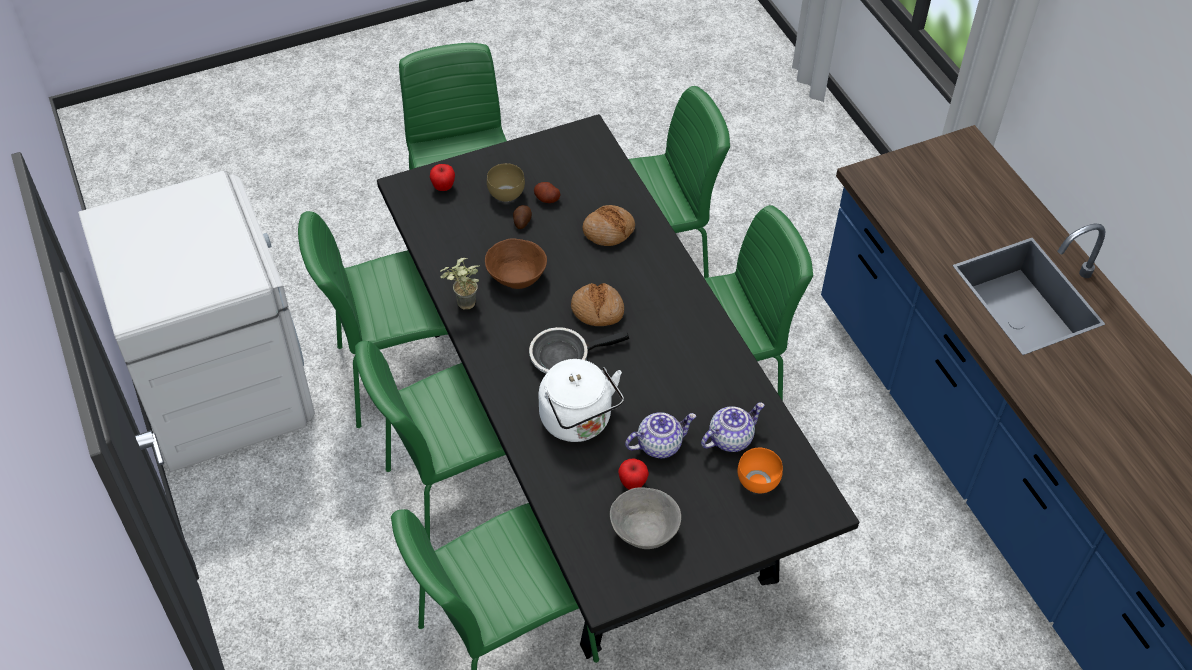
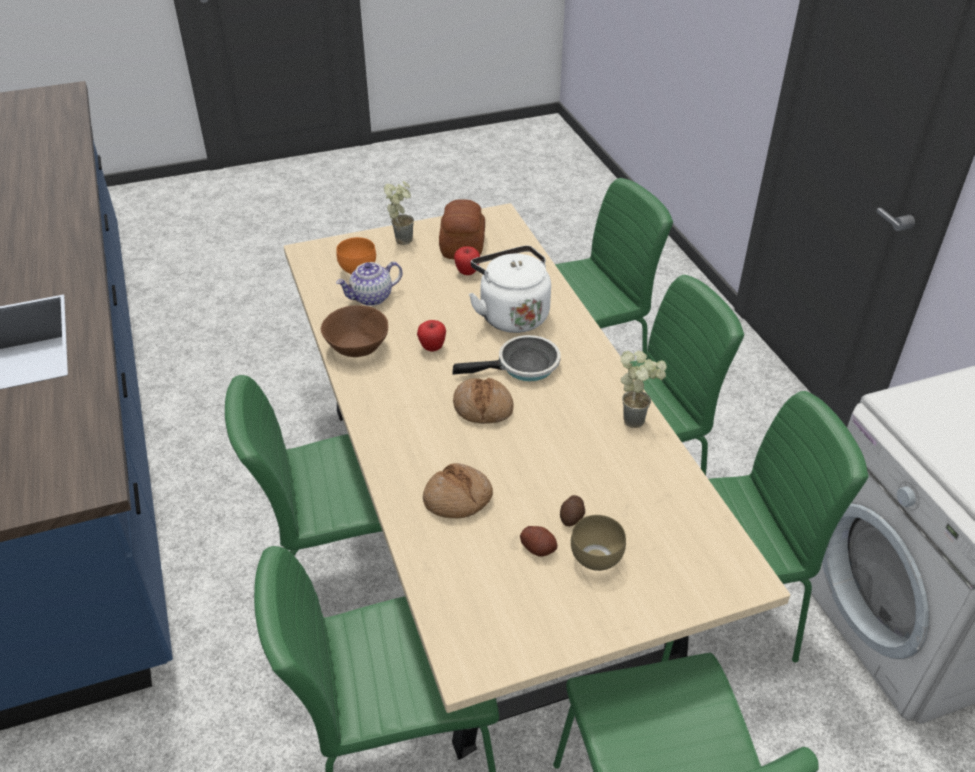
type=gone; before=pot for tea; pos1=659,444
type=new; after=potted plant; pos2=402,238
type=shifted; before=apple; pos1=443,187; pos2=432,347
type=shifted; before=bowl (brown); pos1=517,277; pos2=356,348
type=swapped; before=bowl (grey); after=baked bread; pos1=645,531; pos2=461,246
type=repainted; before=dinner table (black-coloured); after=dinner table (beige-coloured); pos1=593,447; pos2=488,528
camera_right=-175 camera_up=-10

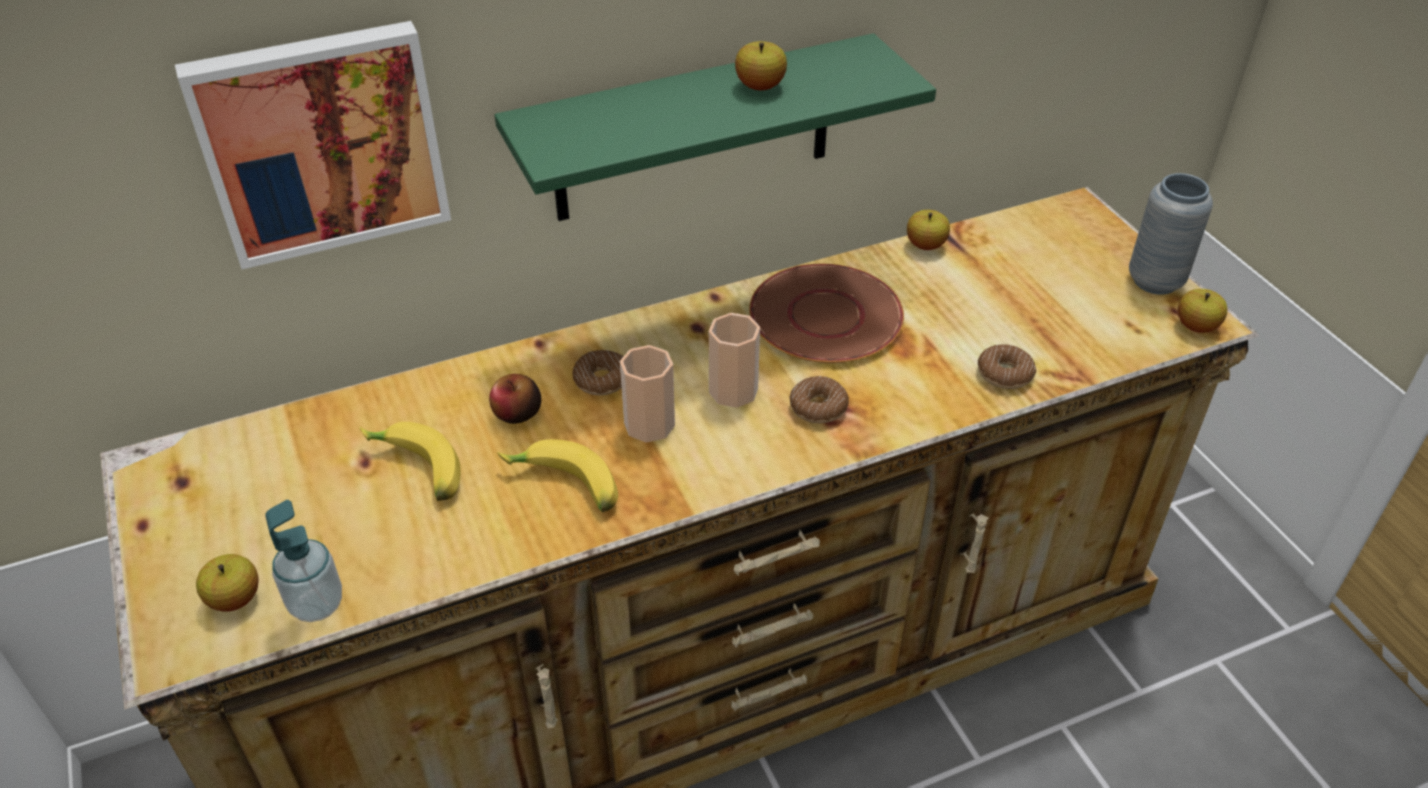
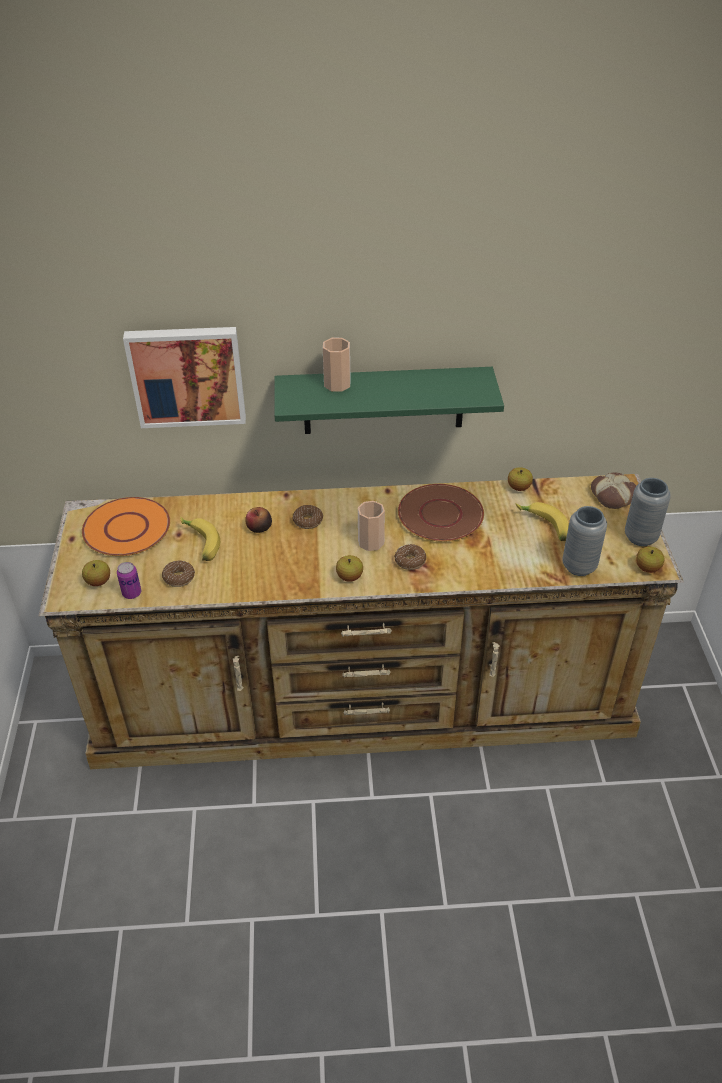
type=new; after=flat dish (orange); pos2=126,528
type=new; after=flower vase (grey); pos2=579,566
type=new; after=baked bread; pos2=614,495
type=shifted; before=banana fruit; pos1=563,487; pos2=543,526
type=shifted; before=small cup; pos1=649,424; pos2=337,384
type=shifted; before=apple; pos1=760,86; pos2=349,577
type=shifted; before=doughnut; pos1=1004,374; pos2=179,577
type=swapped; before=soap dispenser; after=metal can; pos1=316,604; pos2=132,593
camera_right=20 camera_up=0

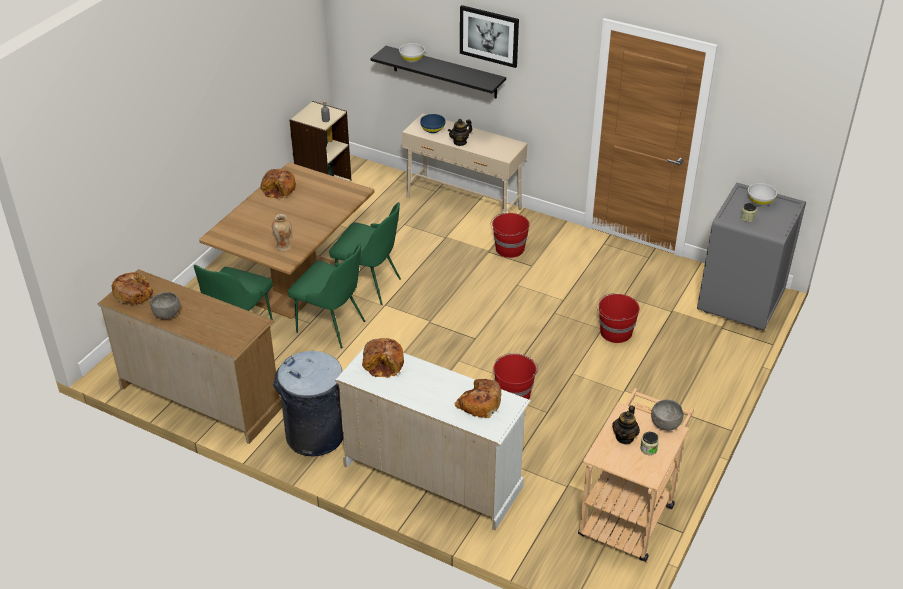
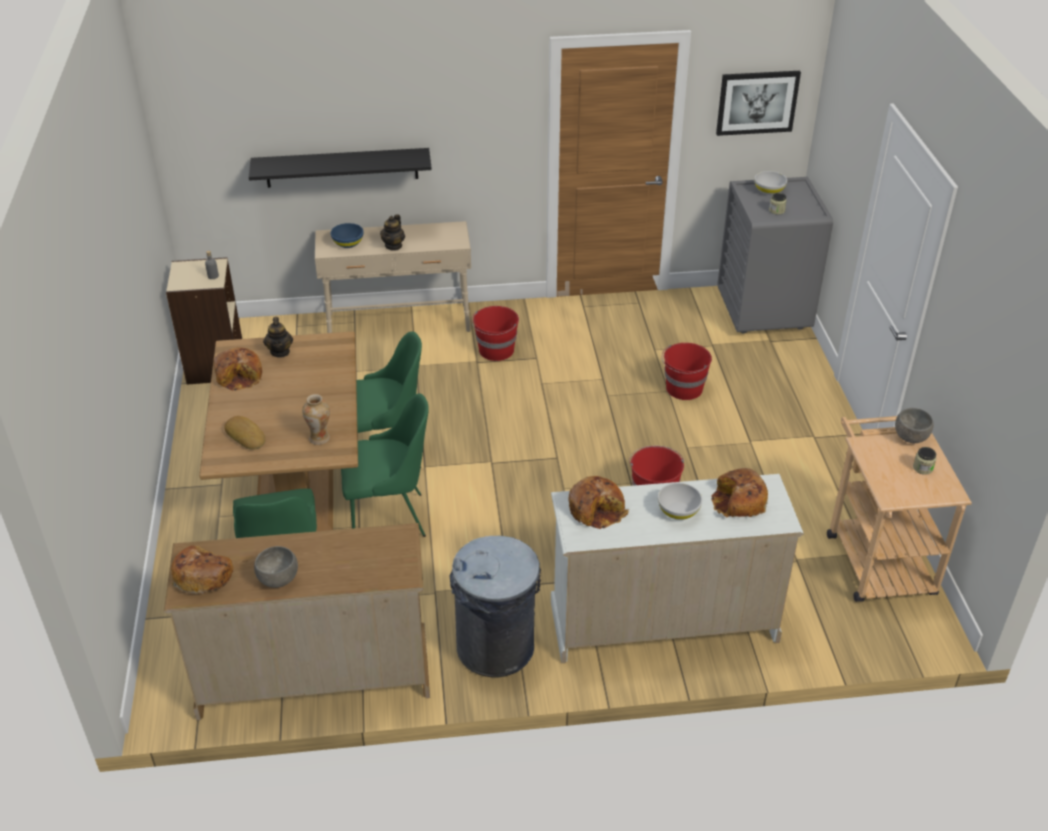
type=new; after=baked bread; pos2=246,435
type=shifted; before=bowl (white); pos1=412,59; pos2=678,511
type=shifted; before=wall picture; pos1=489,35; pos2=757,102
type=shifted; before=pot for tea; pos1=625,437; pos2=280,352
camera_right=-35 camera_up=0

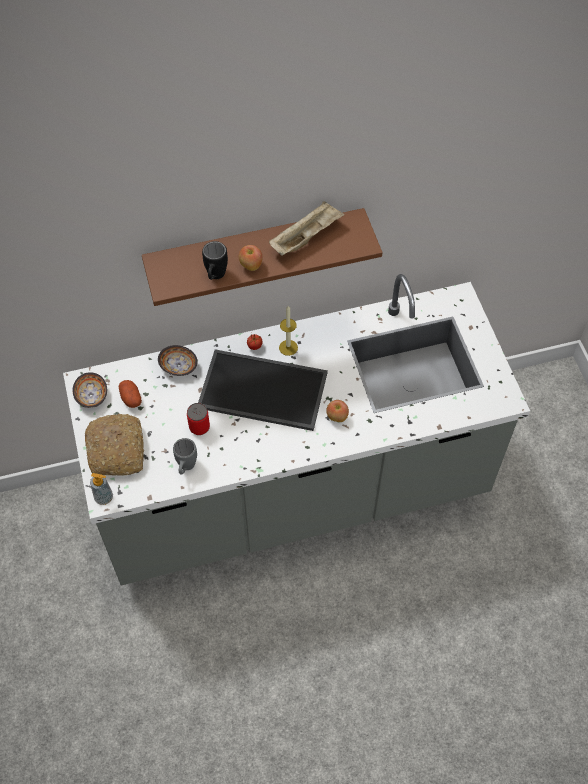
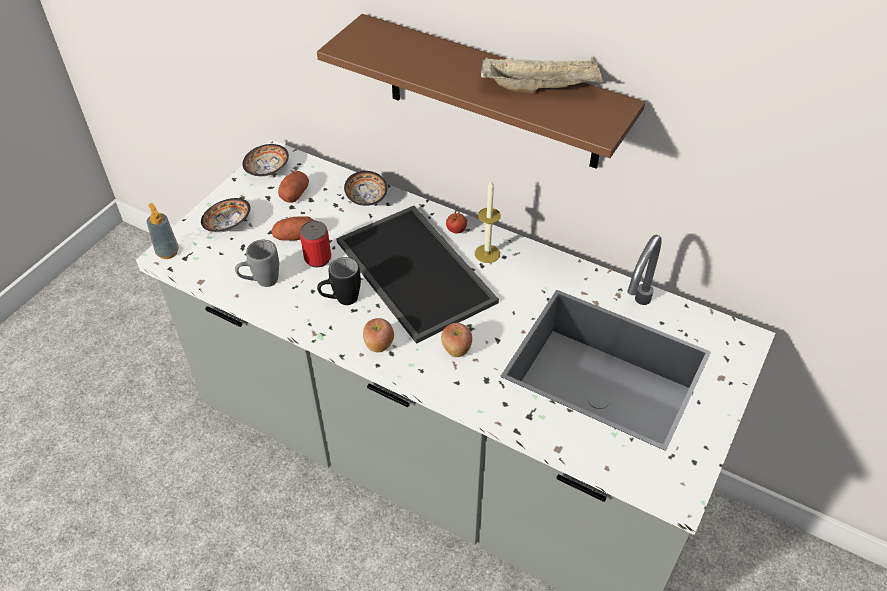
type=new; after=whole potato; pos2=294,236
type=shifted; before=coffee mug (black-coloured); pos1=215,277; pos2=341,300
type=shifted; before=apple; pos1=250,266; pos2=378,345
type=swapped; before=baked bread; after=bowl; pos1=117,450; pos2=228,225
camera_right=45 camera_up=-10

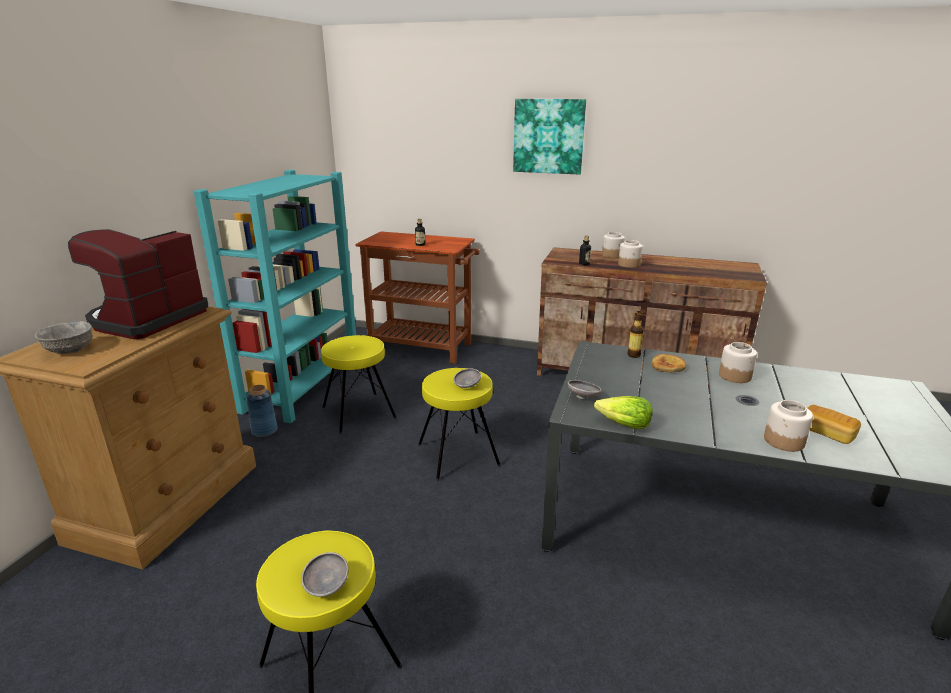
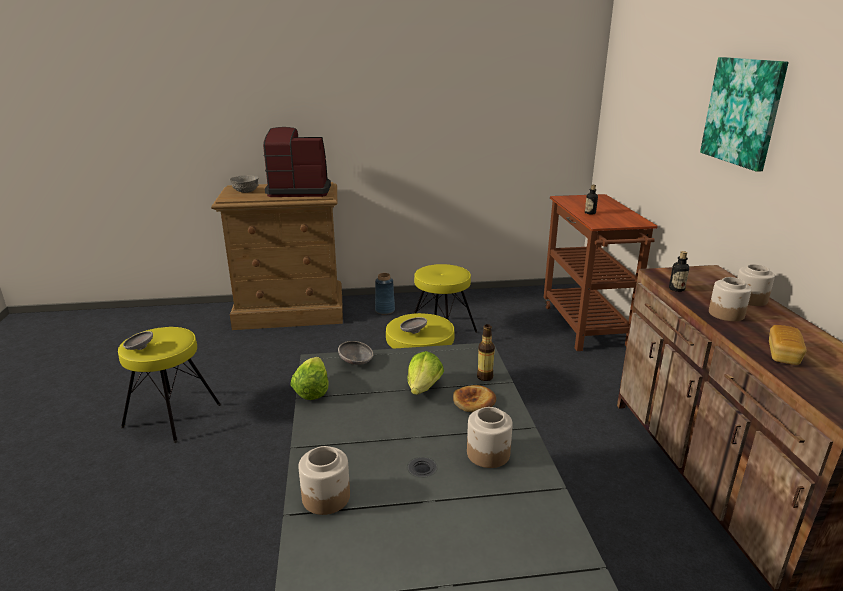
type=gone; before=bookshelf (turquoise); pos1=302,386
type=new; after=lettuce head; pos2=424,387
type=shifted; before=baked bread; pos1=827,433; pos2=783,355
camera_right=65 camera_up=0

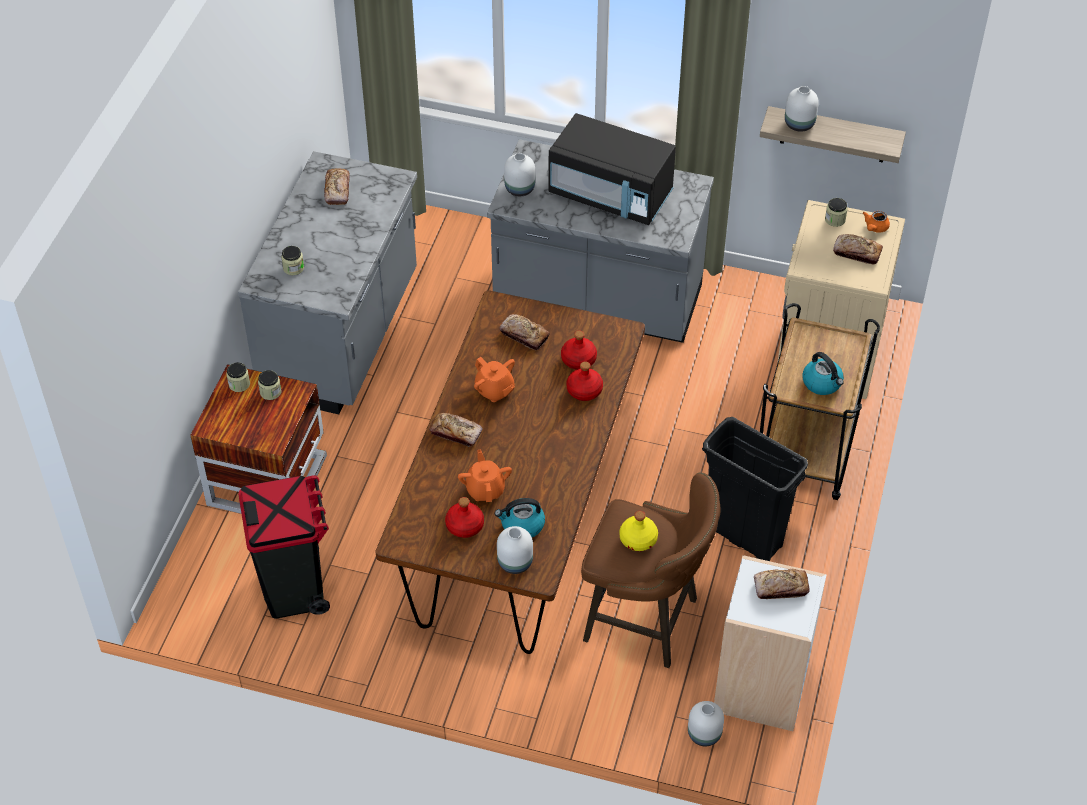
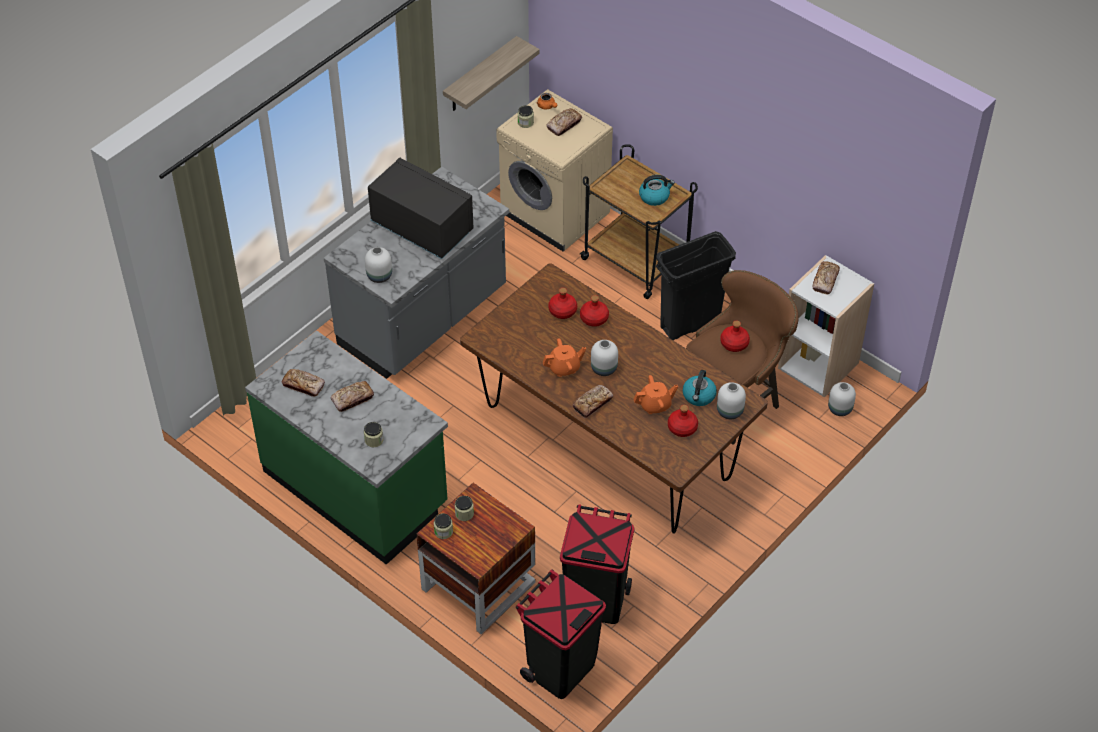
type=new; after=waste bin (black-coloured); pos2=560,669
type=shifted; before=baked bread; pos1=524,335; pos2=352,399
type=shifted; before=flower vase (white); pos1=799,123; pos2=603,368
type=repainted; before=counter (grey); after=counter (greenish); pos1=343,336; pos2=356,488
type=repainted; before=beverage bottle (yellow-coloured); after=beverage bottle (red-coloured); pos1=638,539; pos2=734,343
type=rotated; before=pot for tea (orange); pos1=485,489; pos2=655,405; turn=150
type=rotated; before=microwave (black-coloured); pos1=611,195; pos2=422,227; turn=-105
camera_right=-65 camera_up=0

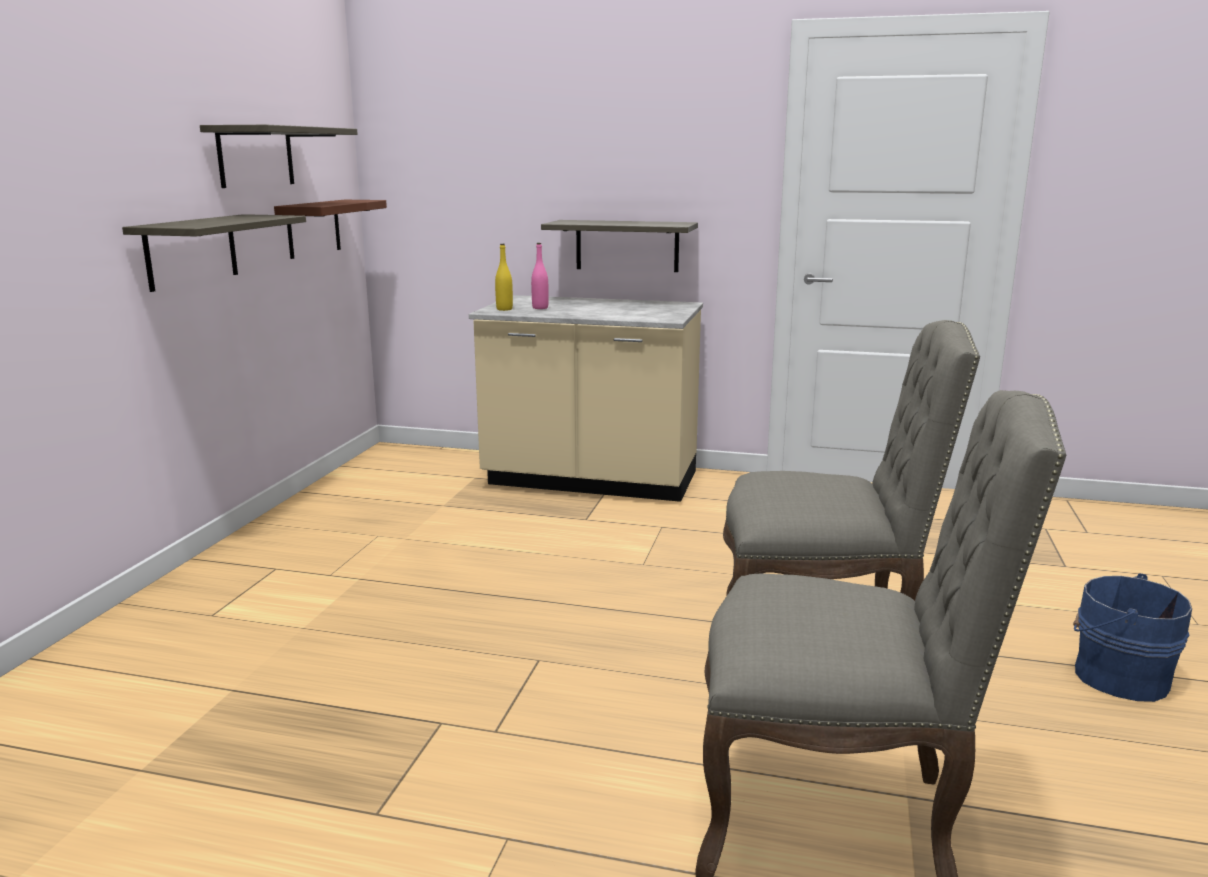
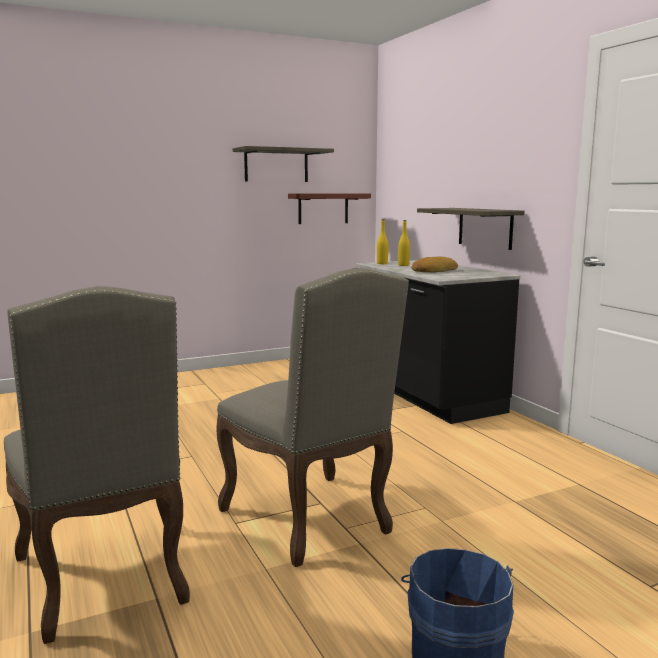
type=gone; before=wall shelf; pos1=191,251
type=new; after=baked bread; pos2=433,271
type=repainted; before=counter (beige-coloured); after=counter (black-coloured); pos1=590,481; pos2=427,397
type=repainted; before=beverage bottle (pink); after=beverage bottle (yellow-coloured); pos1=540,308; pos2=403,265
camera_right=50 camera_up=-5

